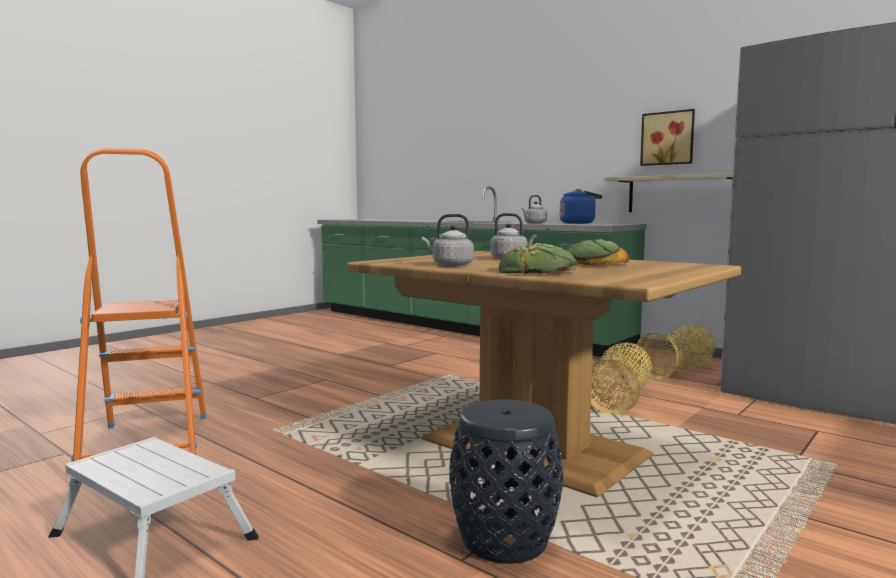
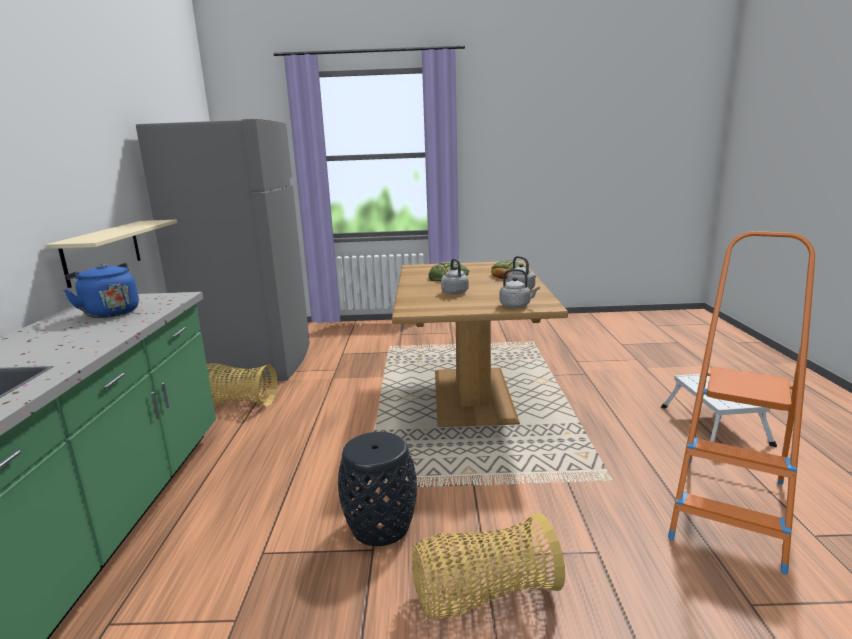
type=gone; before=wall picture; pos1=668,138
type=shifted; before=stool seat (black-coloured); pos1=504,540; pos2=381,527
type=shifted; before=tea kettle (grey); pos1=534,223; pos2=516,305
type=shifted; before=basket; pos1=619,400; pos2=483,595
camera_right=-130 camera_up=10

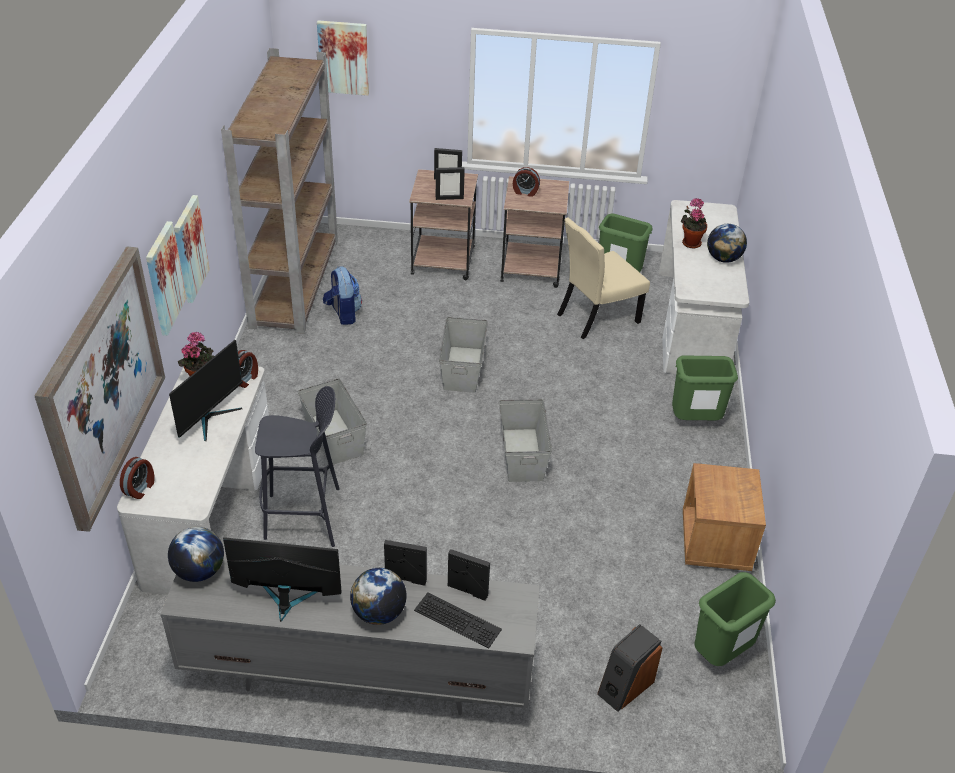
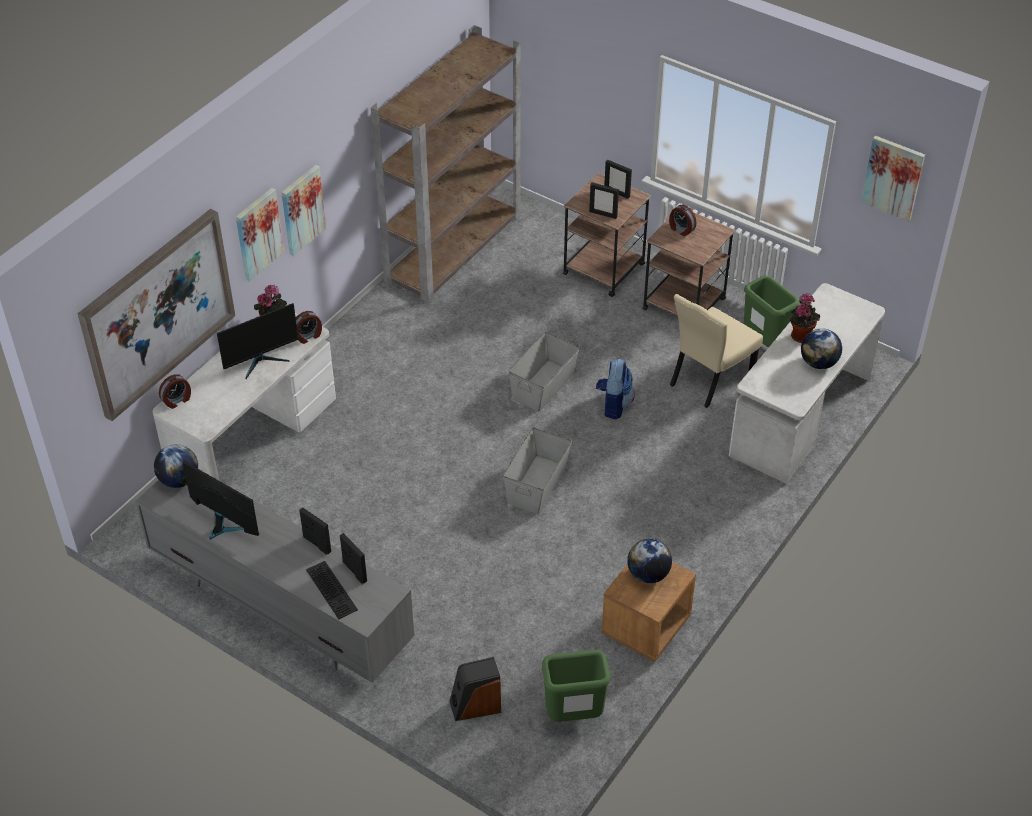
type=gone; before=stool seat (grey); pos1=305,517
type=gone; before=storage box (grey); pos1=334,436
type=gone; before=waste bin (greenish); pos1=694,422
type=shifted; before=wall picture; pos1=343,57; pos2=893,177
type=shifted; before=rucksack; pos1=343,314; pos2=613,405
type=shifted; before=desk globe; pos1=379,613; pos2=648,574
type=rotated; before=upright chair (beige-coloured); pos1=598,317; pos2=711,377; turn=-45
camera_right=30 camera_up=5

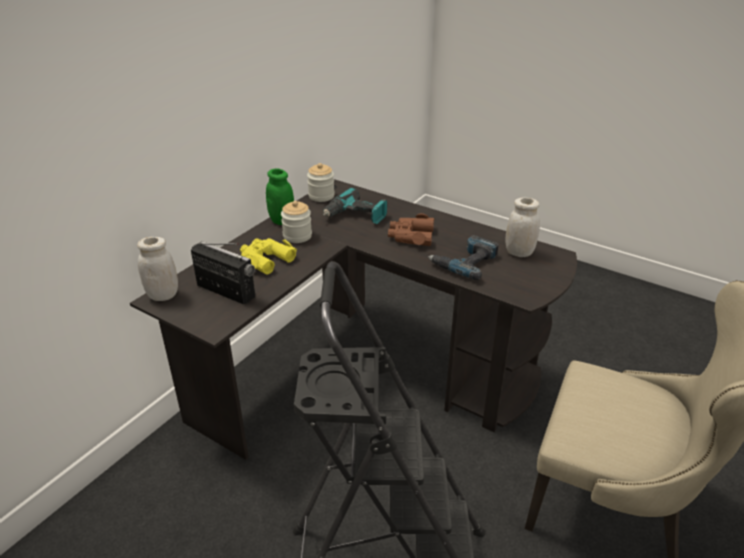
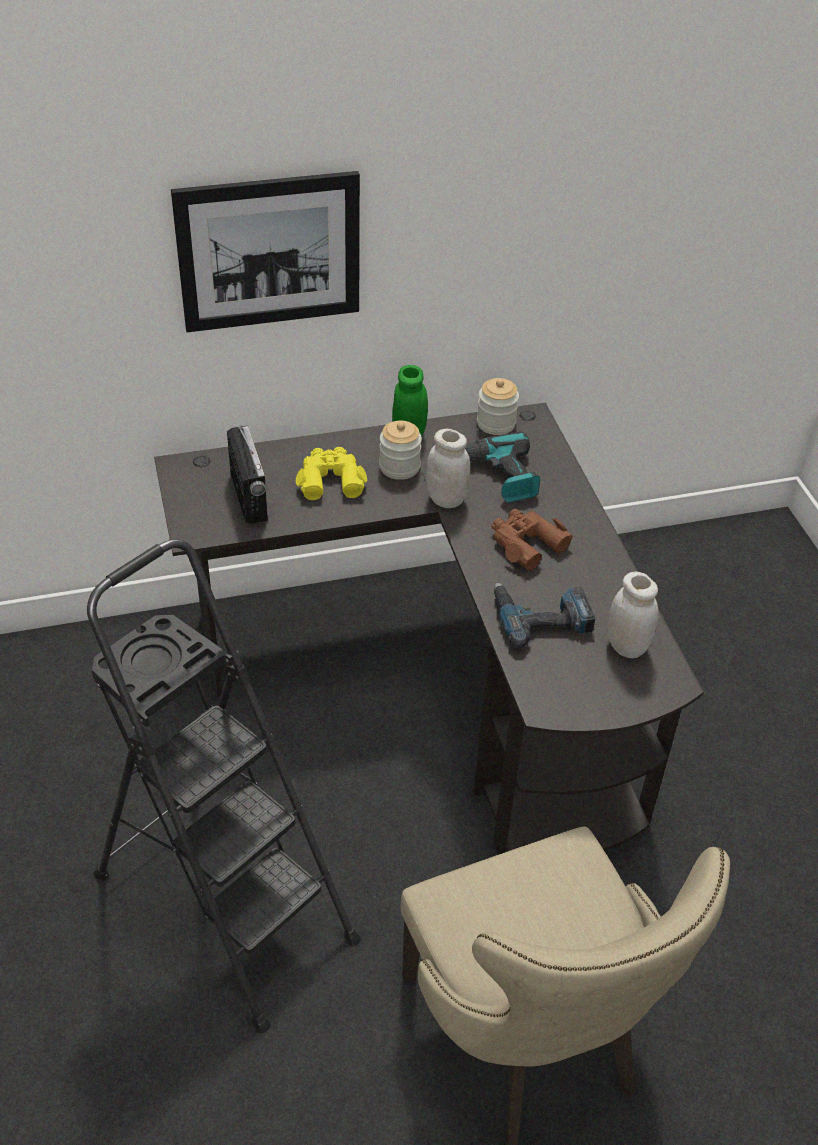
type=new; after=wall picture; pos2=269,252
type=shifted; before=preserve jar (white); pos1=163,295; pos2=446,499
camera_right=40 camera_up=10

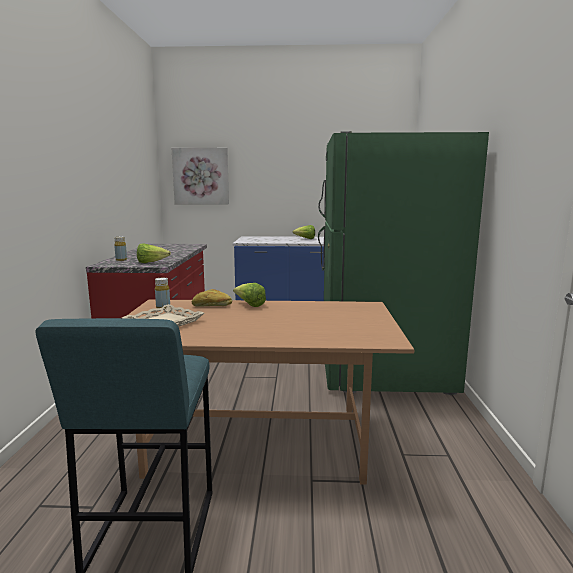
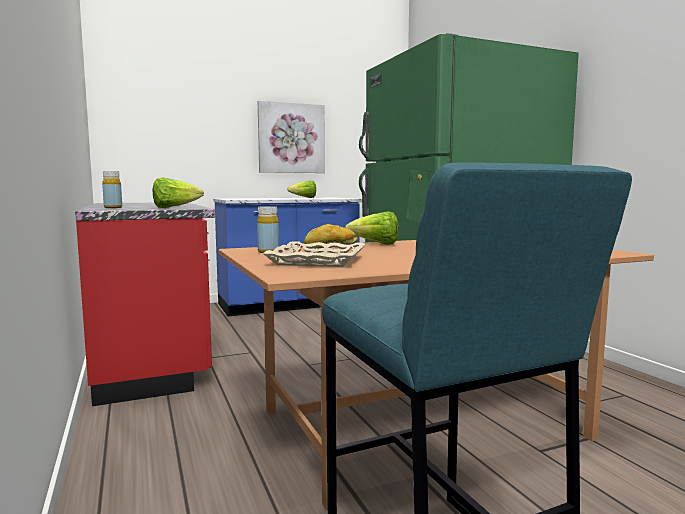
type=shifted; before=wall picture; pos1=201,176; pos2=291,138
camera_right=-25 camera_up=-5

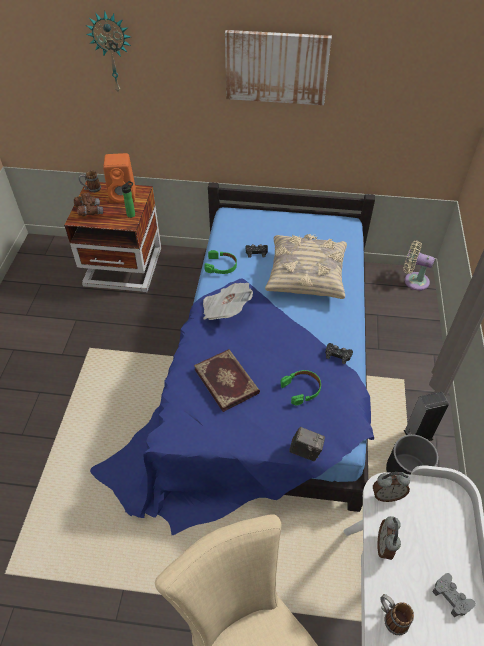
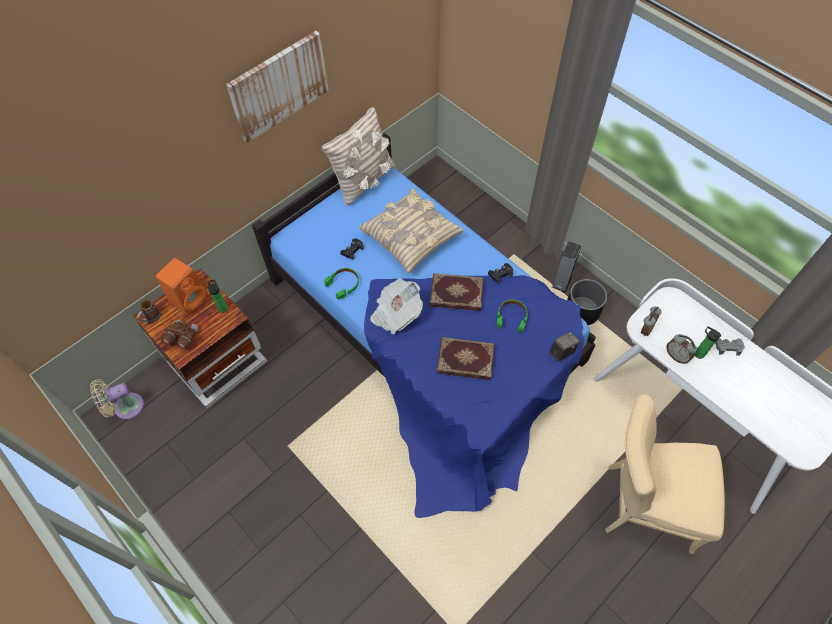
type=gone; before=clock on the wall; pos1=112,52
type=gone; before=coffee mug; pos1=391,617
type=new; after=cushion (beige-coloured); pos2=364,181
type=new; after=bound book; pos2=456,292
type=new; after=beverage bottle; pos2=697,353
type=shifted; before=fan (beige-coloured); pos1=413,280; pos2=125,407
camera_right=-50 camera_up=10

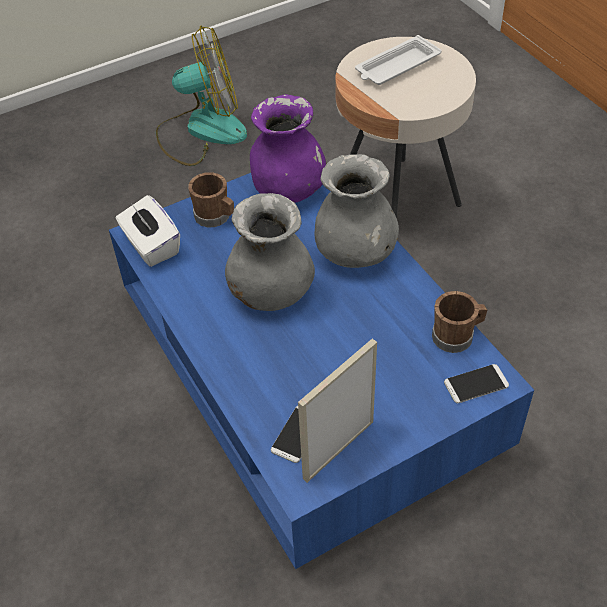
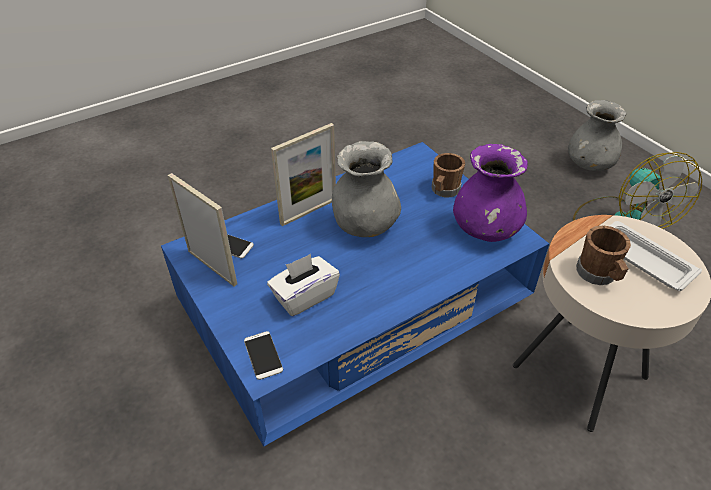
type=new; after=standing frame; pos2=308,211
type=shifted; before=tissue box (white); pos1=151,246; pos2=304,296
type=shifted; before=flower vase (grey); pos1=355,252; pos2=589,164
type=shifted; before=coffee mug (brown); pos1=457,336; pos2=598,275
camera_right=85 camera_up=-5

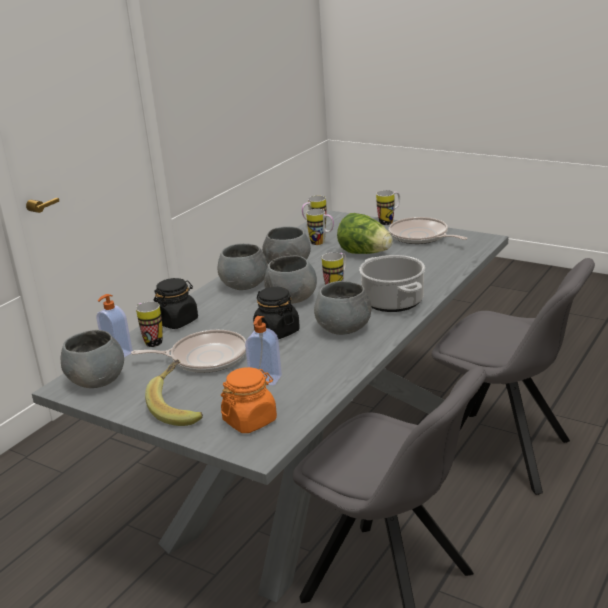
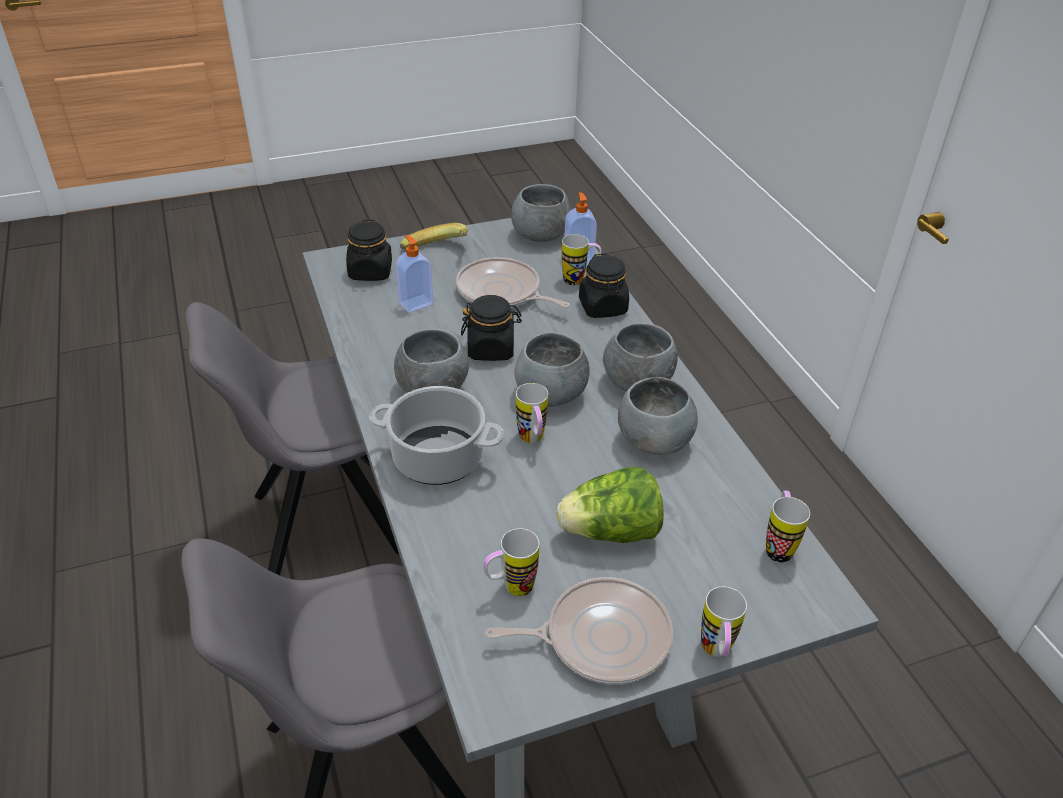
type=shifted; before=coffee mug; pos1=322,243; pos2=510,588
type=repainted; before=preserve jar (orange); after=preserve jar (black-coloured); pos1=250,420; pos2=370,272
type=rotated; before=skillet; pos1=205,358; pos2=502,292; turn=90
camera_right=125 camera_up=15

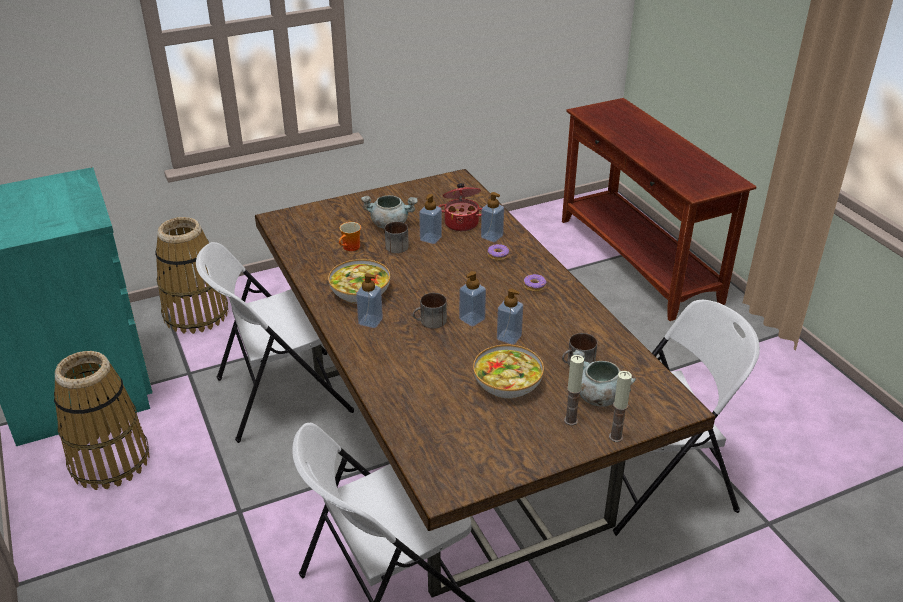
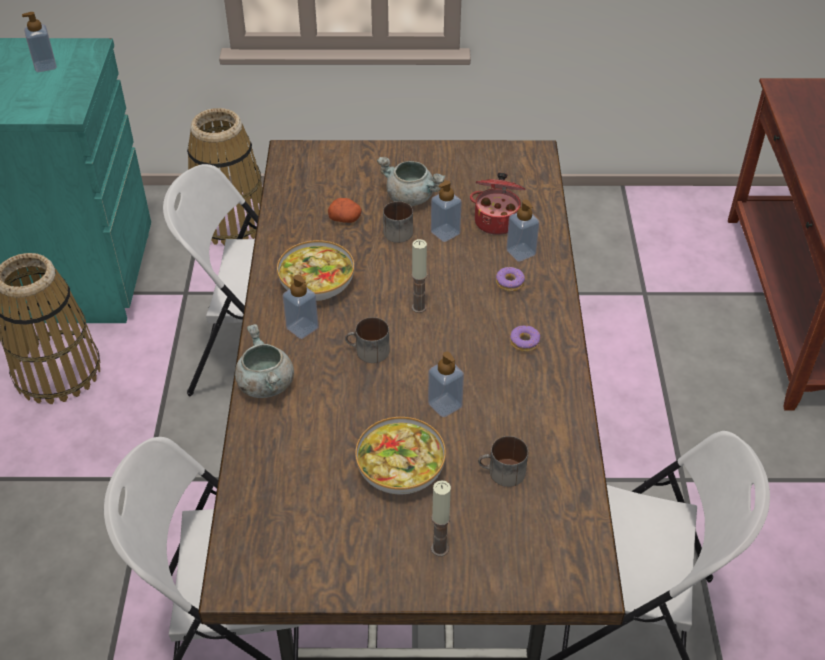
type=shifted; before=soap dispenser; pos1=472,319; pos2=45,66
type=shifted; before=stockpot (grey); pos1=598,396; pos2=265,384
type=shifted; before=candle; pos1=615,437; pos2=419,307
type=swapped; before=coffee mug; after=whole potato; pos1=351,248; pos2=345,218
camera_right=25 camera_up=10

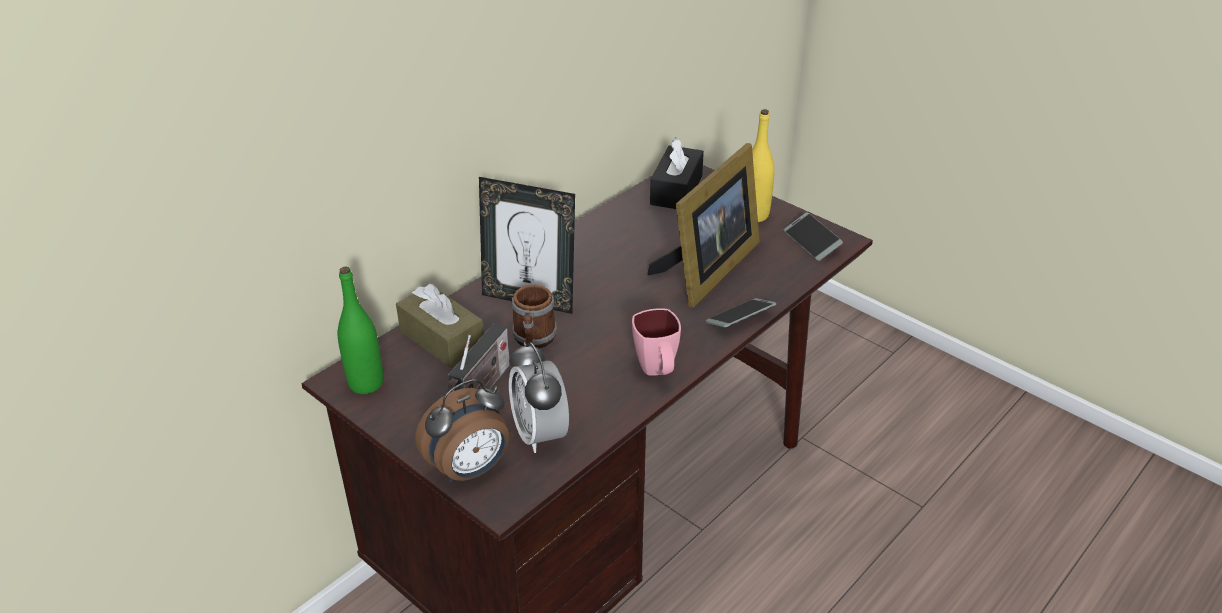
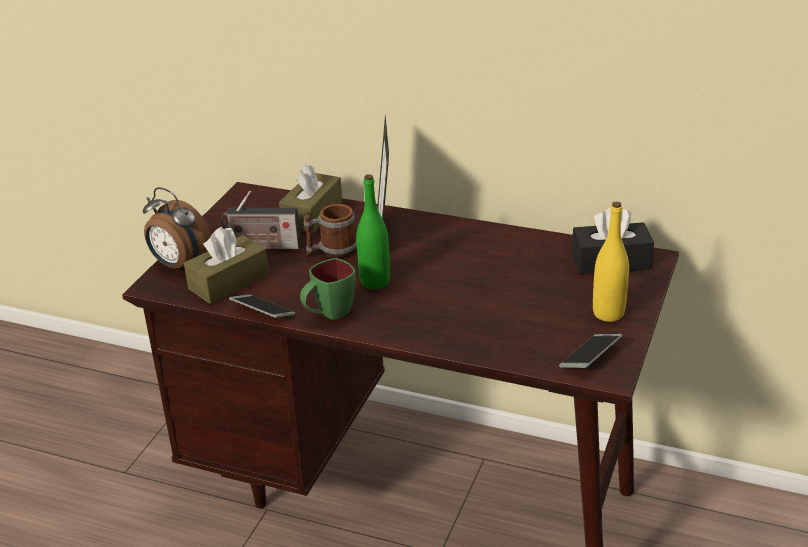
type=gone; before=standing frame; pos1=707,270
type=shifted; before=beverage bottle (greenish); pos1=366,383; pos2=375,282
type=shifted; before=handset; pos1=740,318; pos2=263,312
type=swapped; before=alarm clock; after=tissue box (brown); pos1=540,434; pos2=229,282
type=repainted; before=coffee mug (pink); after=coffee mug (greenish); pos1=657,372; pos2=328,315
camera_right=70 camera_up=-5

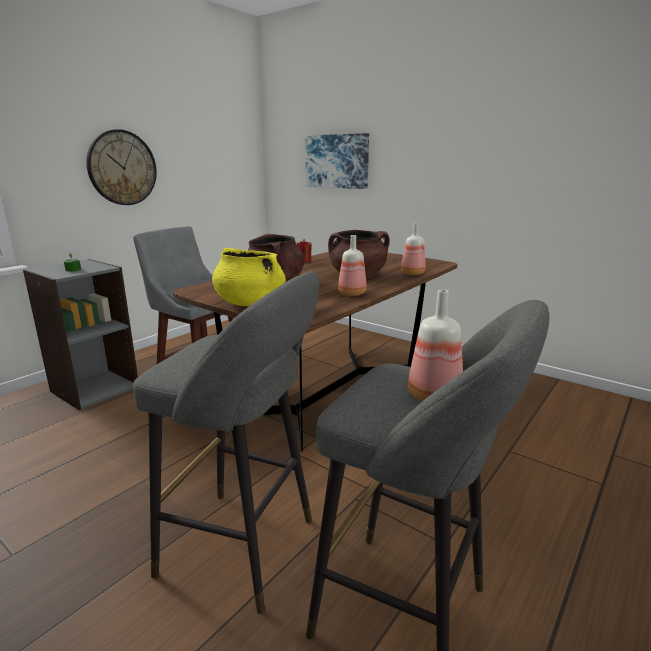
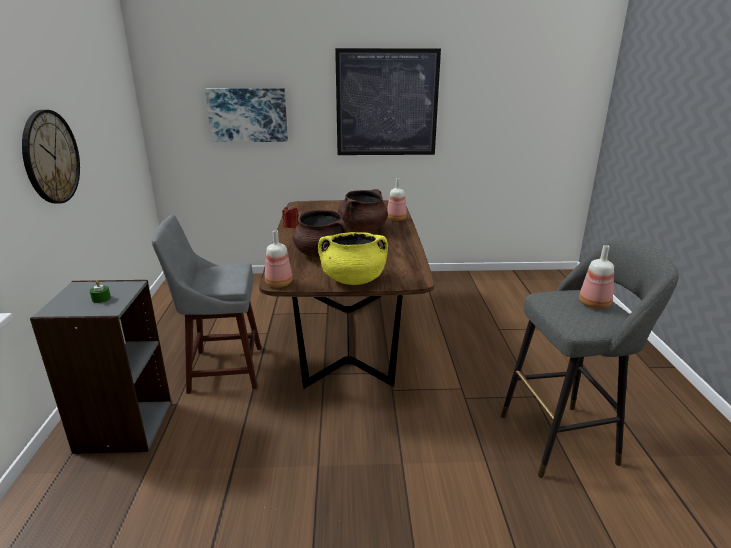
type=gone; before=stool seat (grey); pos1=246,548
type=new; after=wall picture; pos2=387,103
type=shifted; before=beverage bottle; pos1=351,293; pos2=278,283
camera_right=-40 camera_up=5

